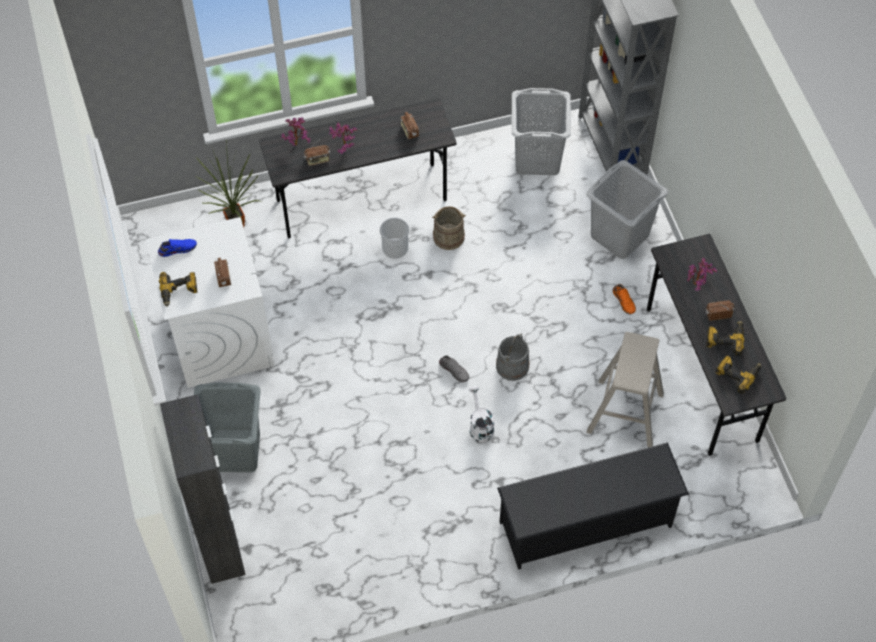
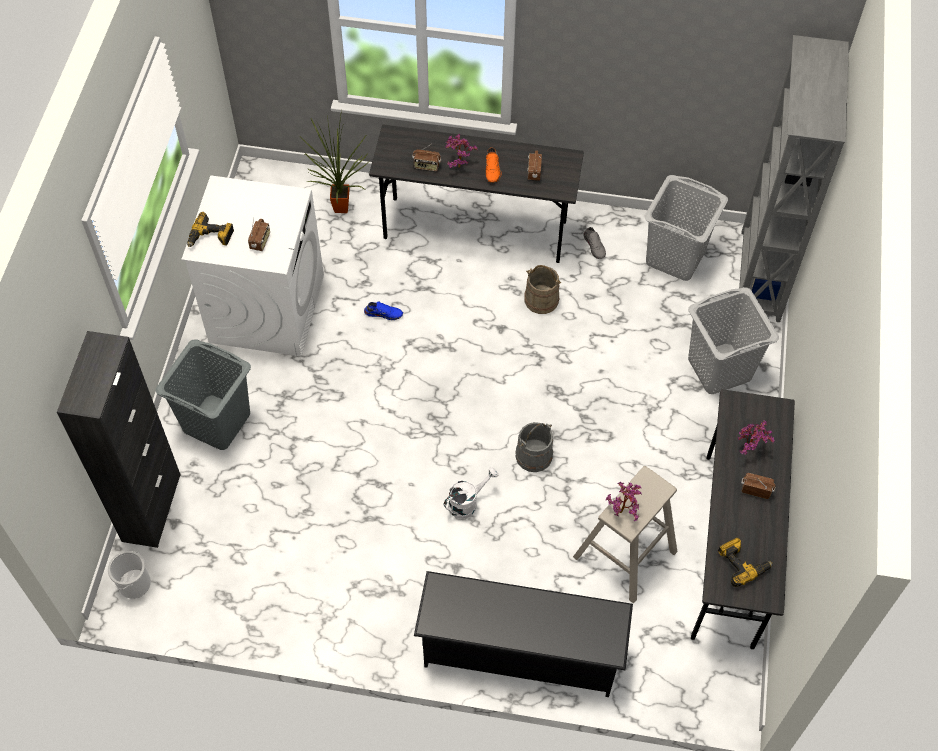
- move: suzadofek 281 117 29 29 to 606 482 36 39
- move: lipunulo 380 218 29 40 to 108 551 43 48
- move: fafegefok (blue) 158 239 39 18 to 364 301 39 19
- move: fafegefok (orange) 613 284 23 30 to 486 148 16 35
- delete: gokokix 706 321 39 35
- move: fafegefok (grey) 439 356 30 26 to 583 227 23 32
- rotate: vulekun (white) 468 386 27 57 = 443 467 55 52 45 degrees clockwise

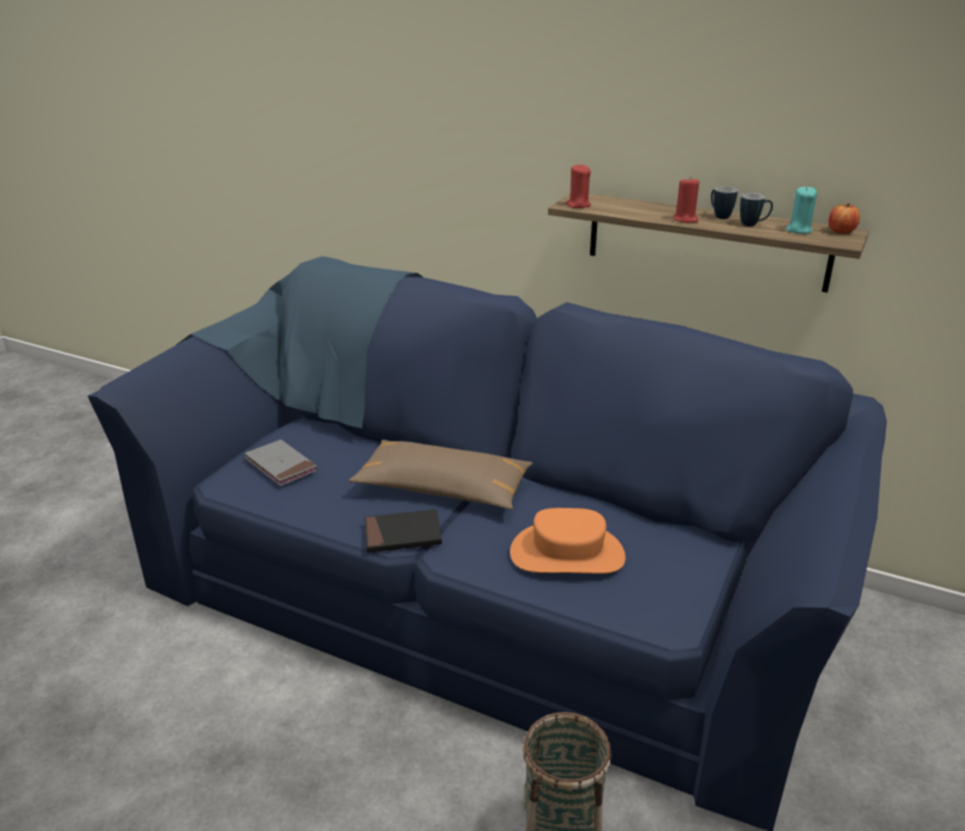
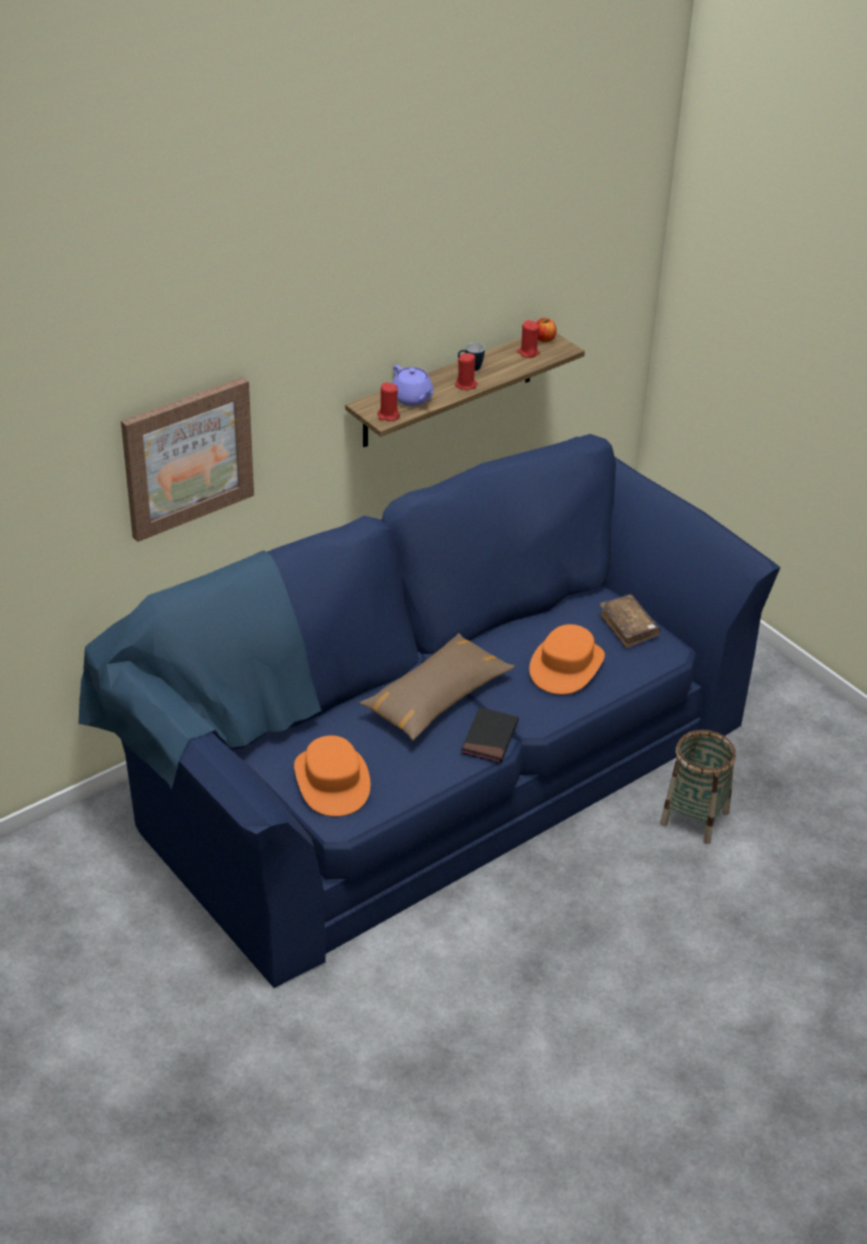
- recolor: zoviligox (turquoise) 786 186 31 48 to zoviligox (red) 517 320 23 38
- delete: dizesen 740 193 33 33
- replace: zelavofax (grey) 245 440 73 46 to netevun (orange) 294 735 76 82
- insert: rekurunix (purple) 392 365 41 41
- insert: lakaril 121 377 133 165
- insert: zelavofax (brown) 599 594 61 55

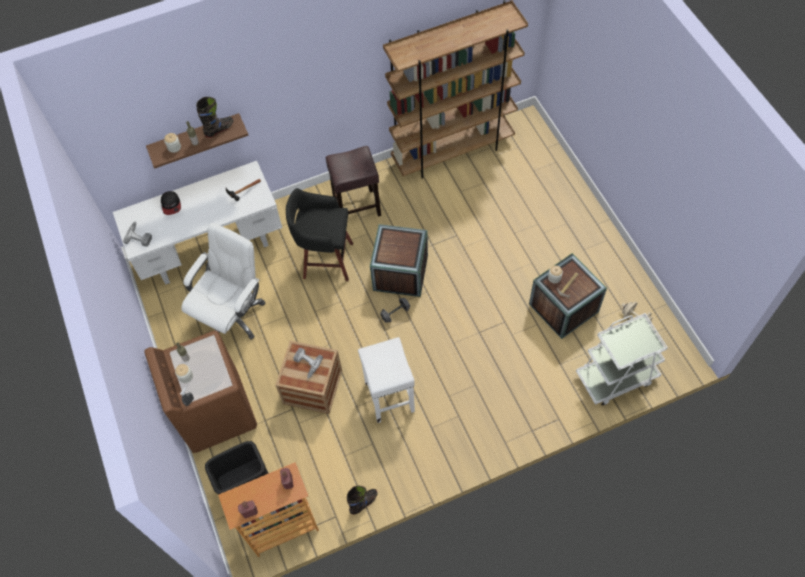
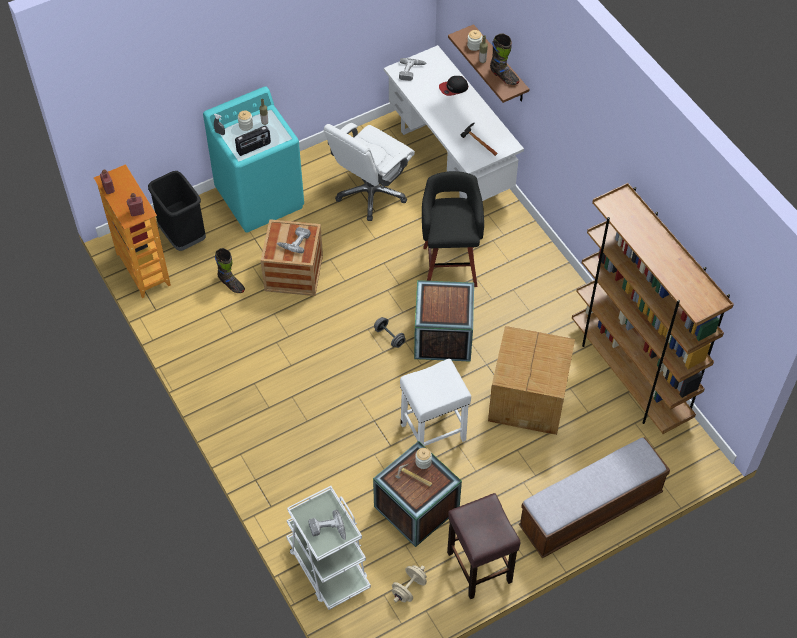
- move: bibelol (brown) 326 146 55 70 to 447 493 74 106
- rotate: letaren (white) 181 223 84 116 = 324 123 91 98 105 degrees clockwise
- recolor: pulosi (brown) 145 330 112 123 to pulosi (turquoise) 203 87 101 146
- move: bibelol (white) 358 337 57 86 to 400 359 71 87
- move: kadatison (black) 347 486 31 29 to 215 248 30 45
- insert: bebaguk 235 125 36 31
- insert: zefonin 488 326 87 109
- insert: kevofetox 519 437 151 121
- insert: gokokix 308 510 38 30

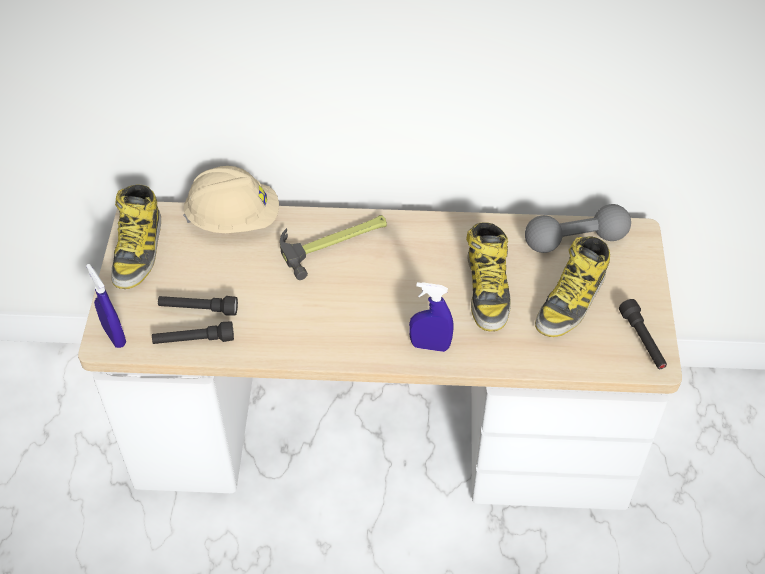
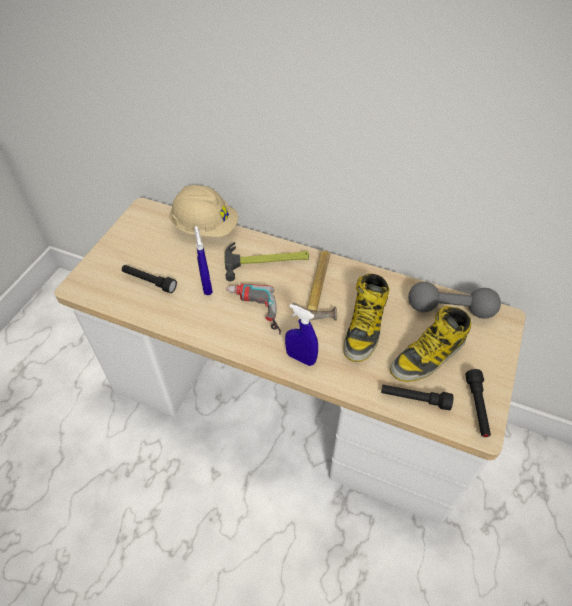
- delete: kadatison 111 185 50 104
- move: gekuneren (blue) 86 264 40 84 to 195 226 18 69
- move: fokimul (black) 152 321 82 23 to 381 385 72 25
- insert: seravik 293 251 44 70
- insert: gokokix 226 284 55 51

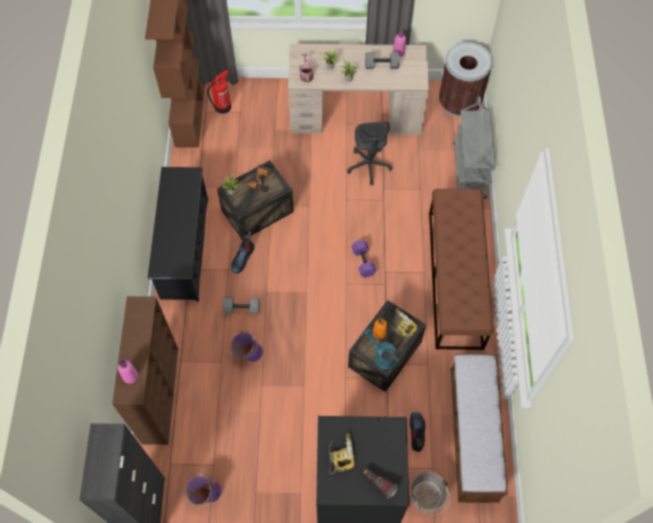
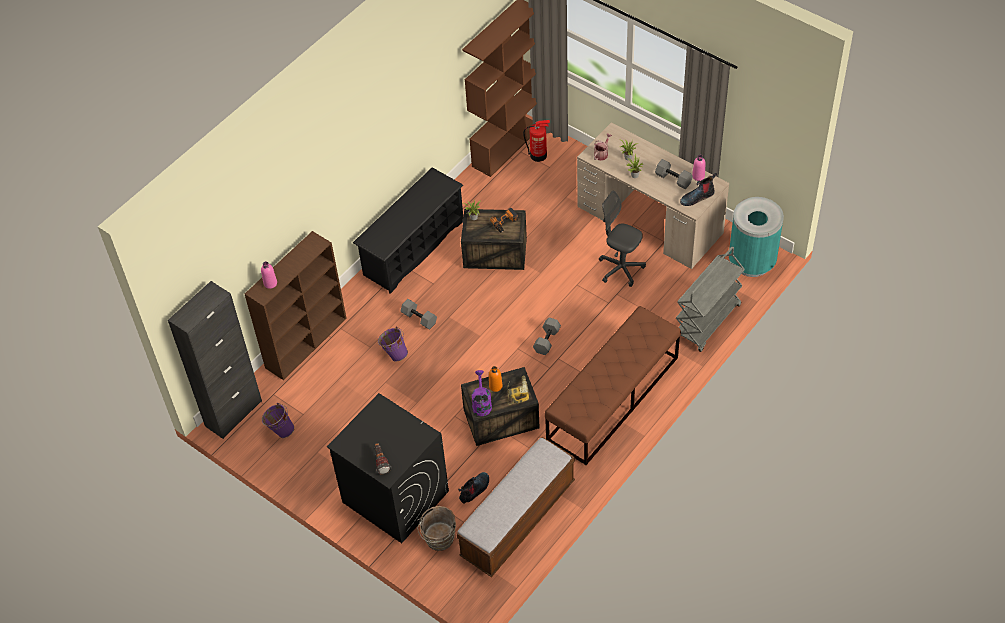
- recolor: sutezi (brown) 439 42 54 75 to sutezi (turquoise) 729 197 55 80
- rotate: letaren (grey) 347 121 46 64 = 599 191 47 96 90 degrees clockwise
- move: kadatison 231 231 23 43 to 680 173 37 33
- recolor: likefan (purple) 351 240 26 38 to likefan (grey) 533 318 28 37
- recolor: vulekun (turquoise) 364 328 35 42 to vulekun (purple) 472 370 20 46
- delete: gokokix 329 433 26 41

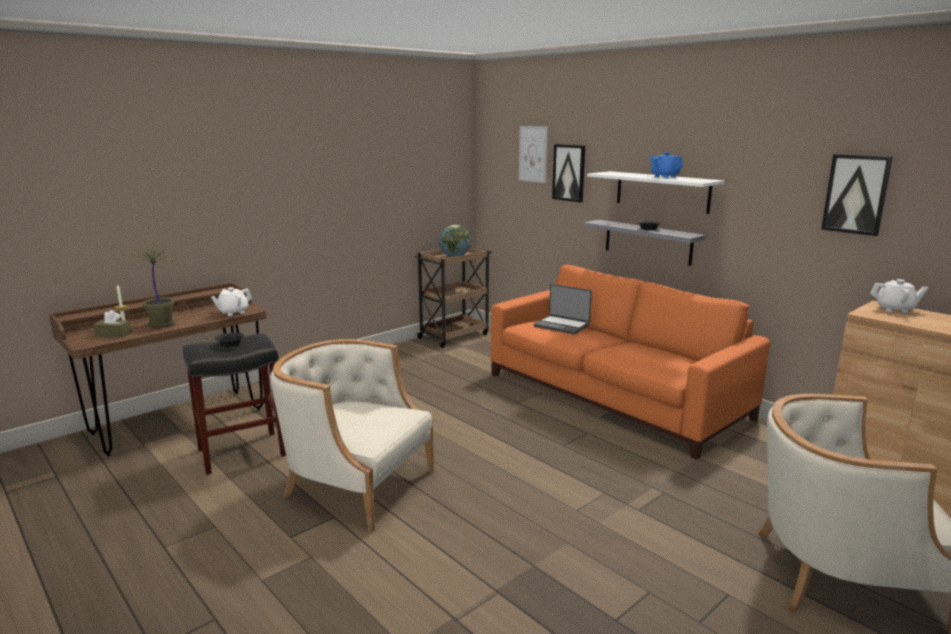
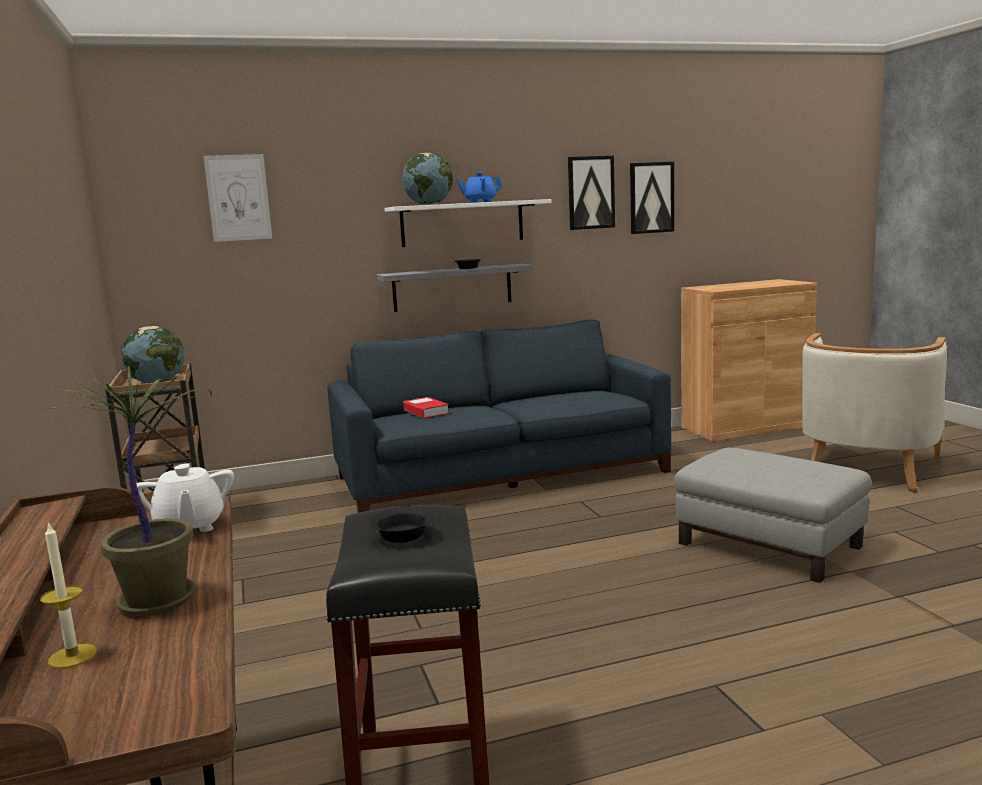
- move: lakaril 552 144 33 58 to 568 156 47 74
- recolor: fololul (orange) 491 265 279 195 to fololul (blue) 327 319 344 194
- delete: rekurunix (white) 870 279 58 34
- replace: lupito 534 284 58 51 to zelavofax 403 397 46 22
- delete: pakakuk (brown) 93 310 39 28
- delete: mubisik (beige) 270 339 164 193
- insert: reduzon 402 153 51 52
- insert: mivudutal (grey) 674 448 197 135

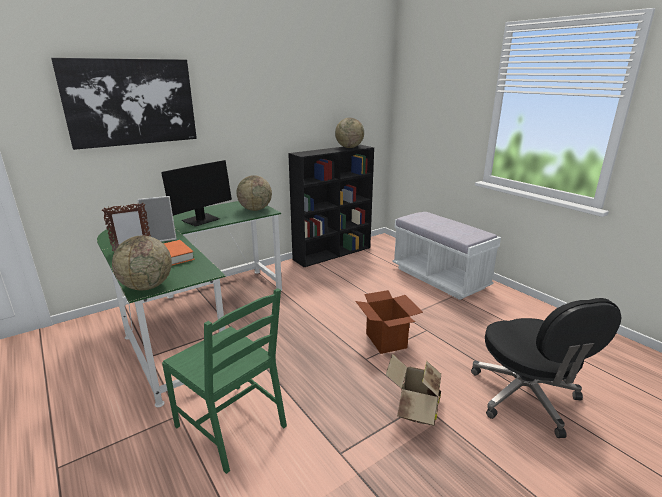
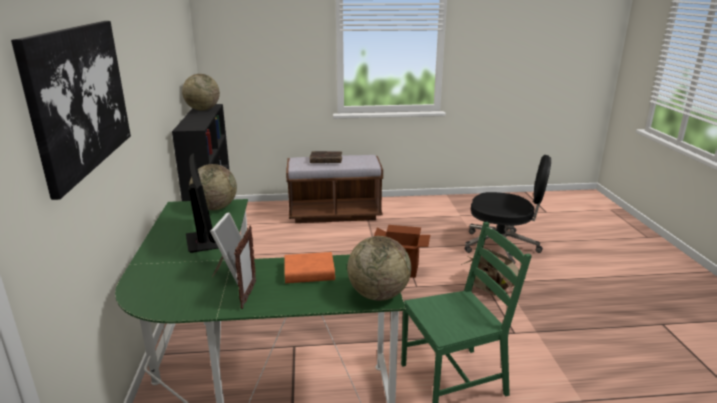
- recolor: kevofetox (white) 392 212 109 88 to kevofetox (brown) 286 155 97 68
- insert: zelavofax (brown) 310 151 32 12

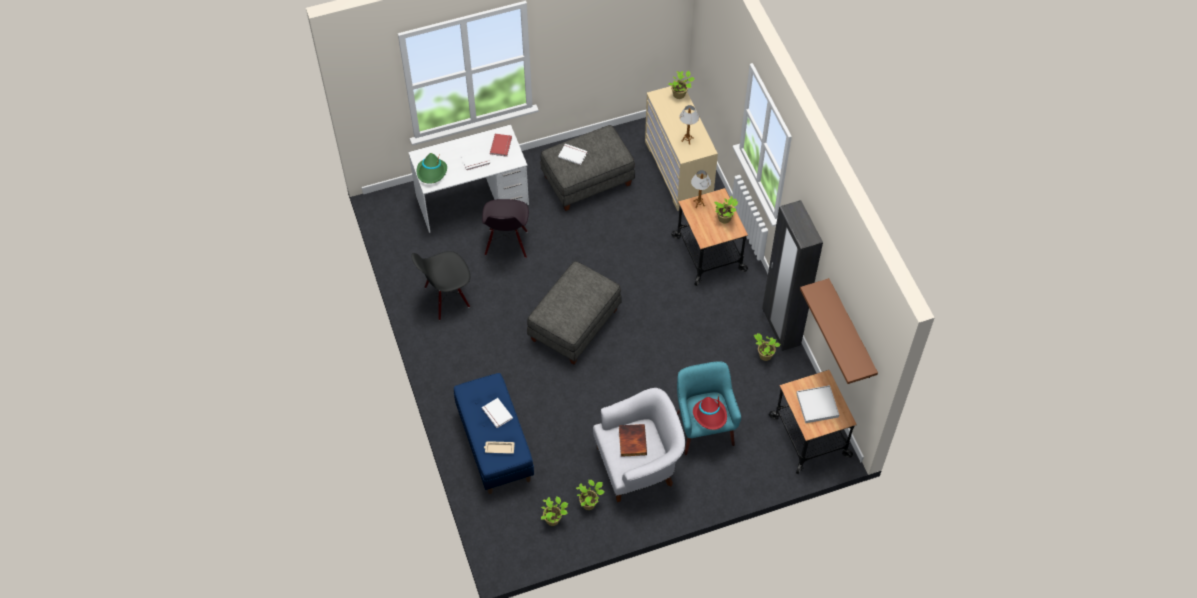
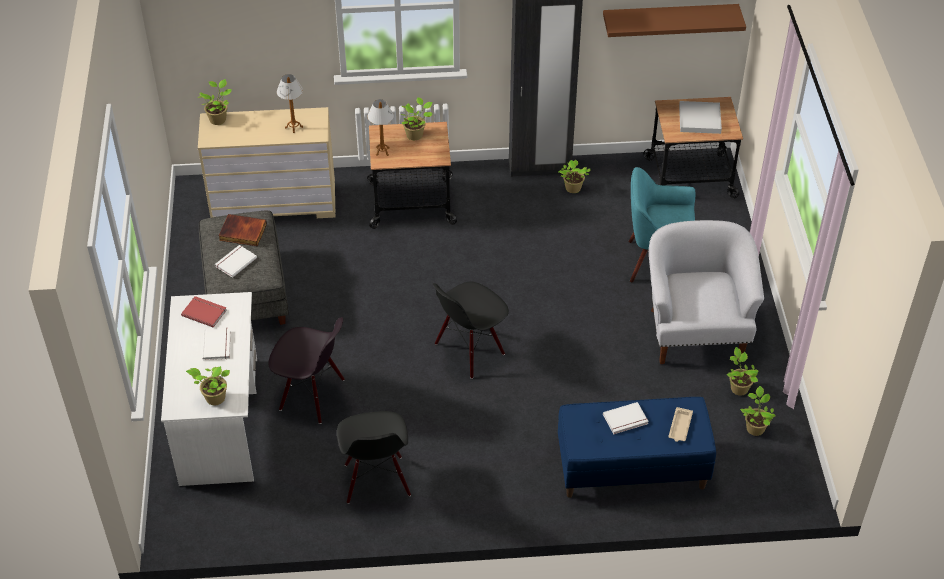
- replace: netevun (green) 417 153 30 31 to suzadofek 186 366 44 39
- replace: mivudutal (grey) 527 261 95 104 to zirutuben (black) 433 281 76 98
- delete: netevun (red) 693 395 34 35
- move: zelavofax 619 424 28 33 to 219 214 48 32

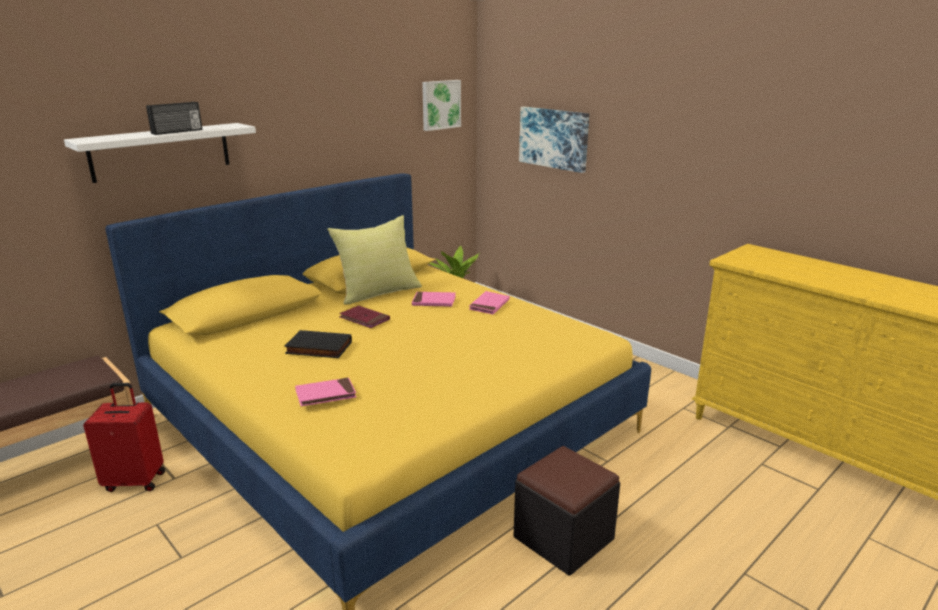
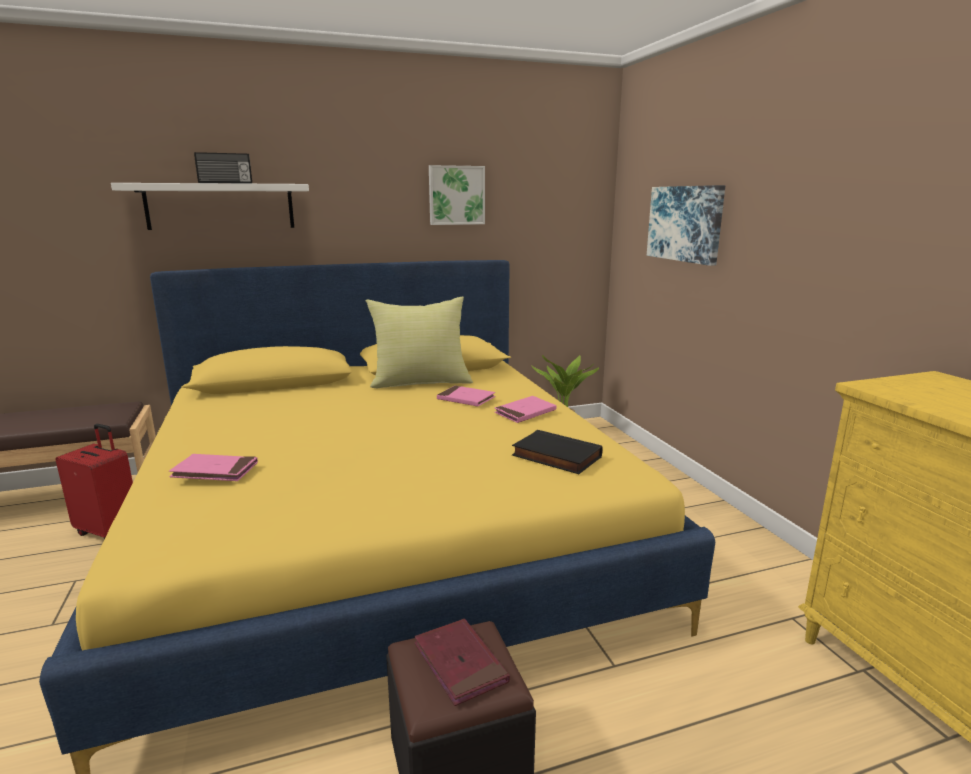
- move: lakaril 422 80 39 51 to 429 165 56 60
- move: zelavofax (red) 339 306 51 22 to 414 619 96 87
- move: zelavofax (black) 284 330 68 28 to 512 430 91 44

